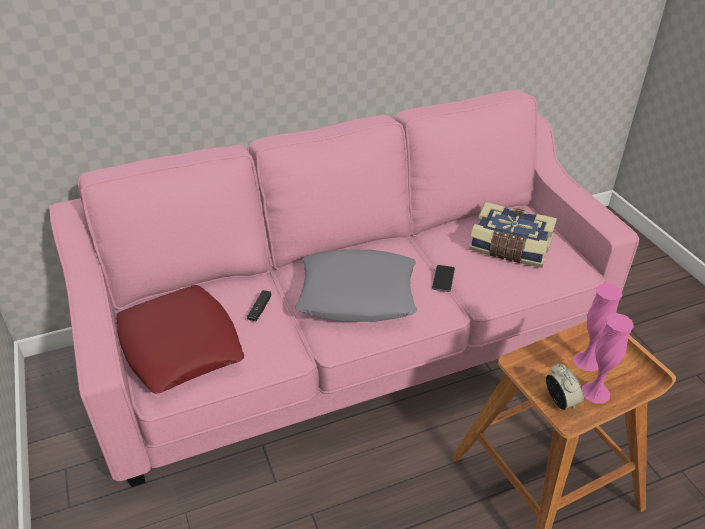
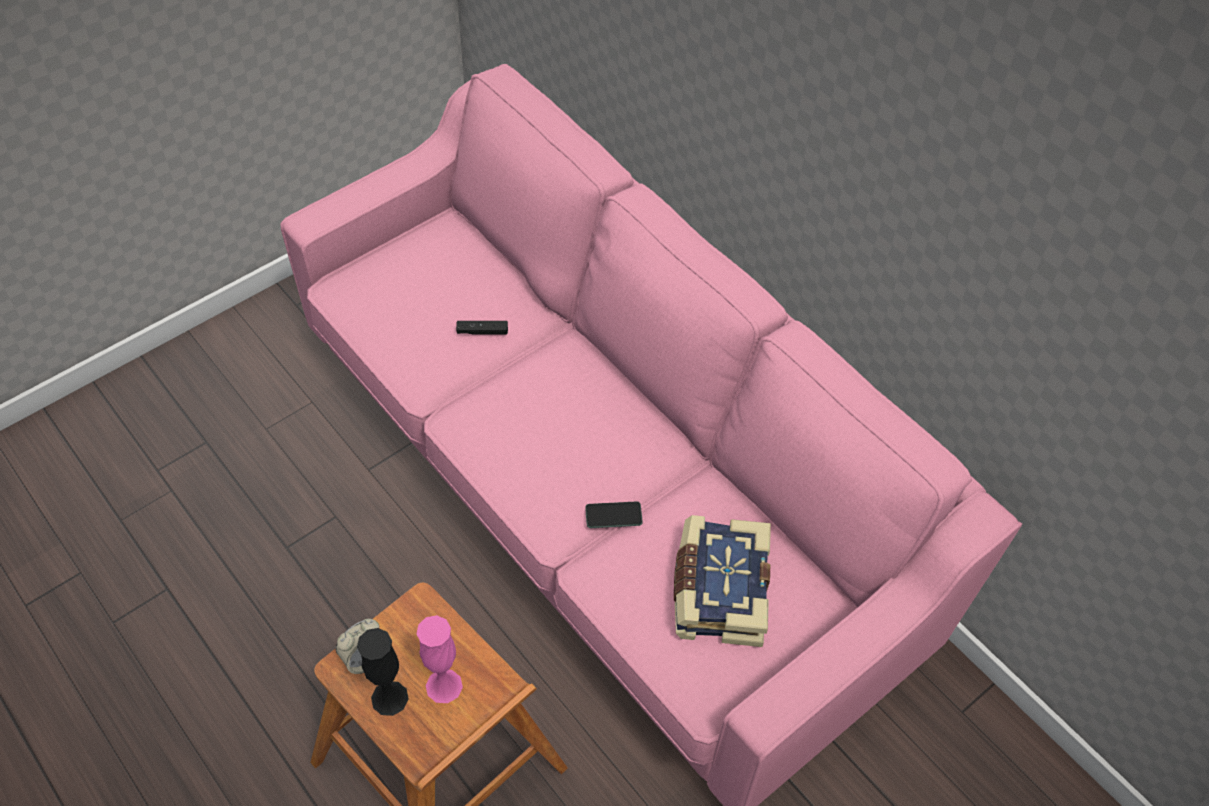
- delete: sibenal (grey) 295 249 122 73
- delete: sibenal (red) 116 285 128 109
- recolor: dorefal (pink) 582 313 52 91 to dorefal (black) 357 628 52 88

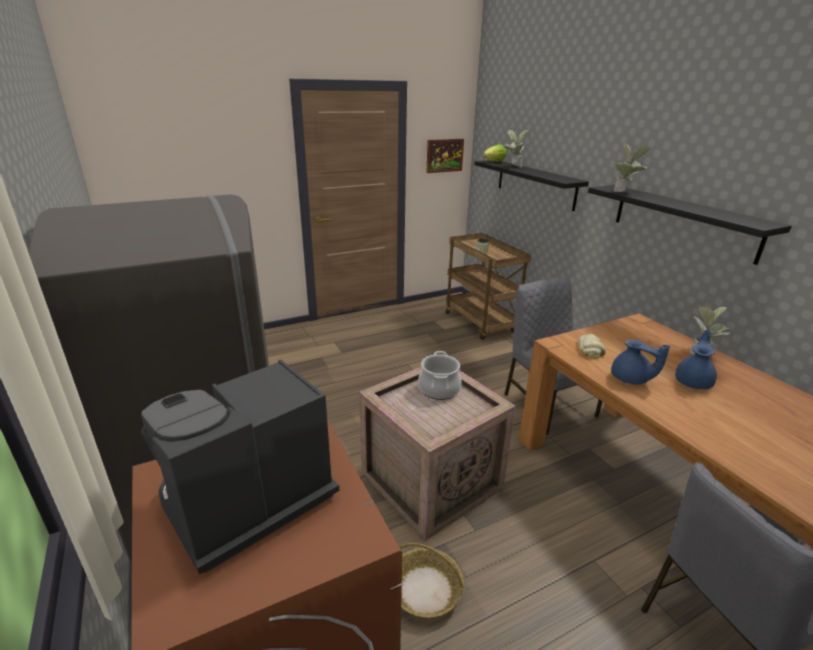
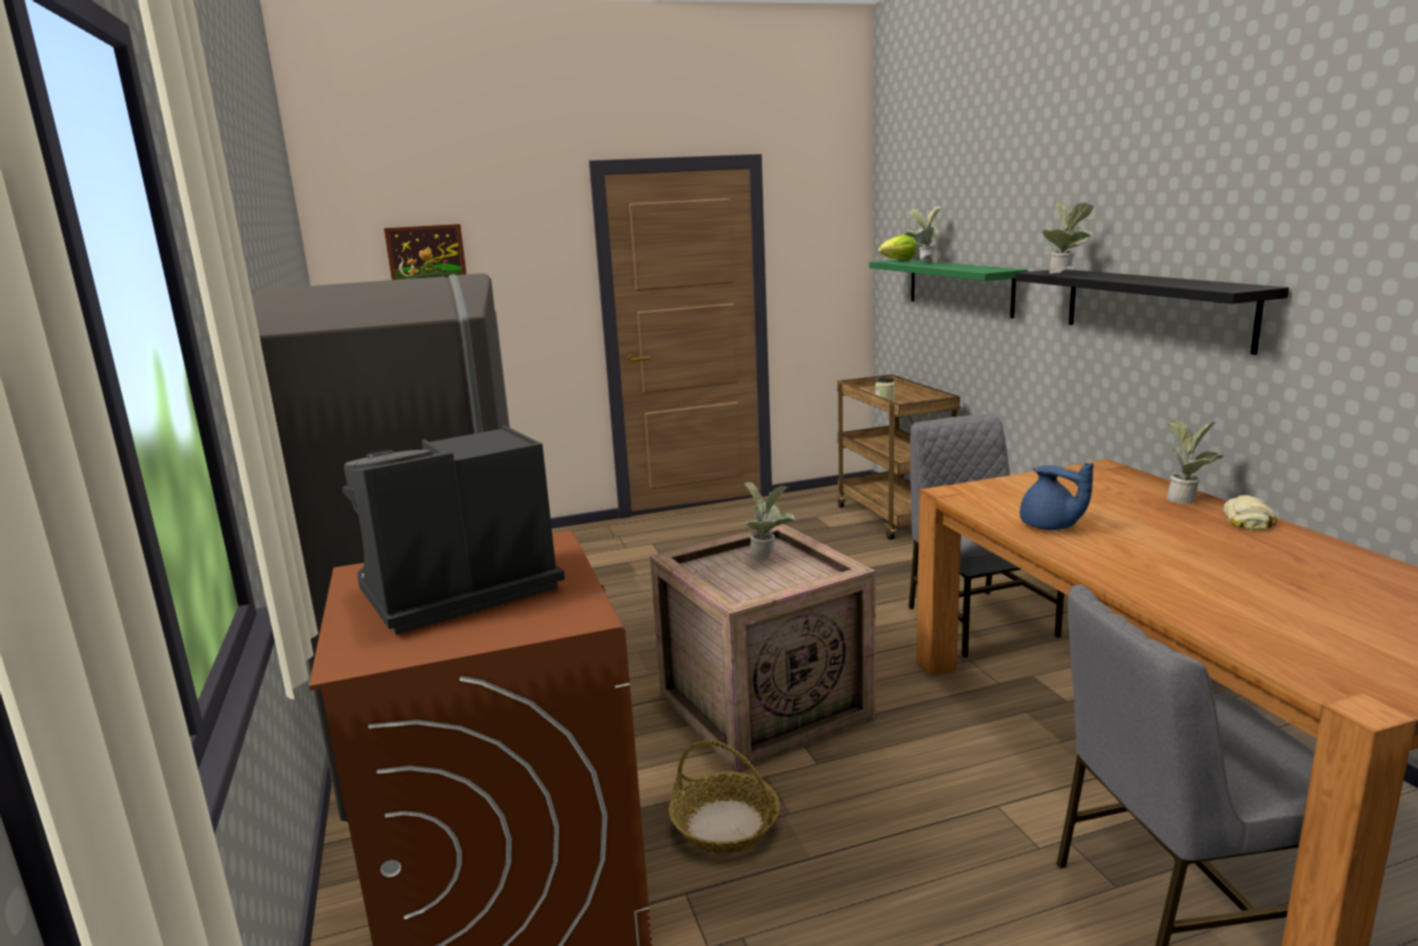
- move: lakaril 426 139 38 34 to 384 224 83 56
- recolor: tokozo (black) 475 160 114 51 to tokozo (green) 869 259 159 59
- delete: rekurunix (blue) 675 330 42 59
- move: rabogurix 578 334 28 24 to 1224 495 53 35
- replace: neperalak 418 351 43 49 to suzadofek 744 482 51 79

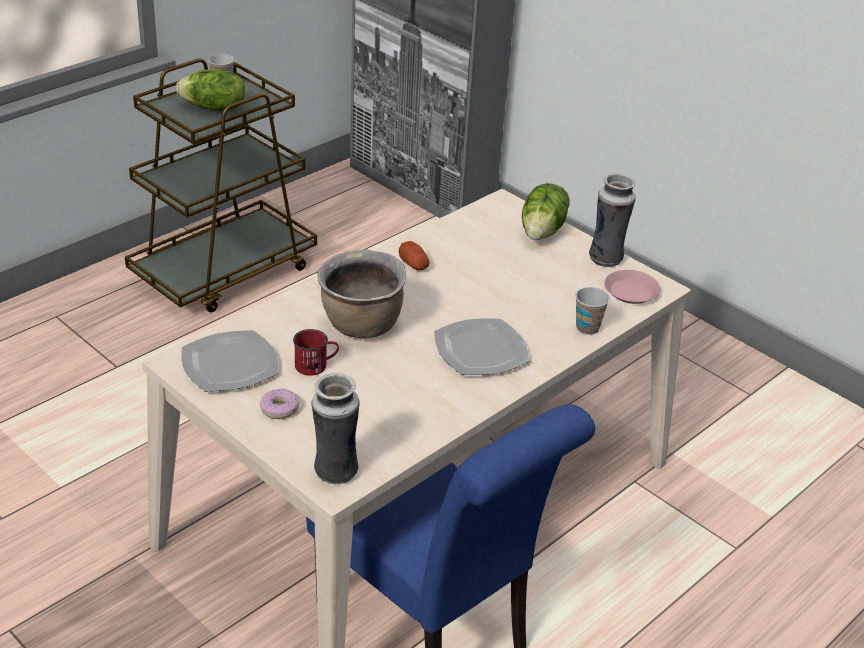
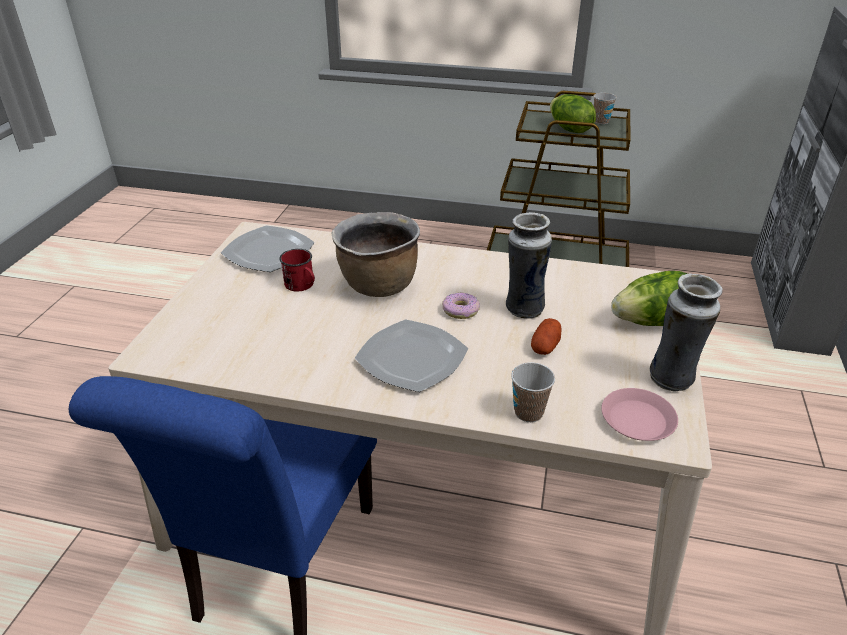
- move: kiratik 399 241 30 29 to 531 318 31 37
- move: dorefal 311 373 49 111 to 506 212 46 107
- move: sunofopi 260 388 40 31 to 442 293 38 26

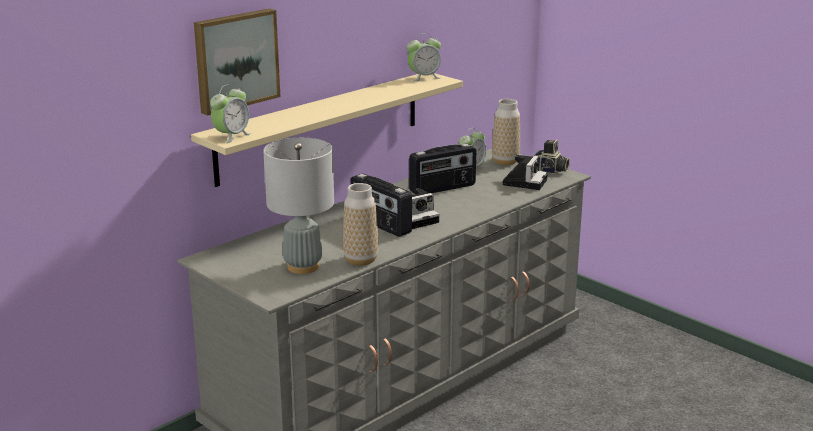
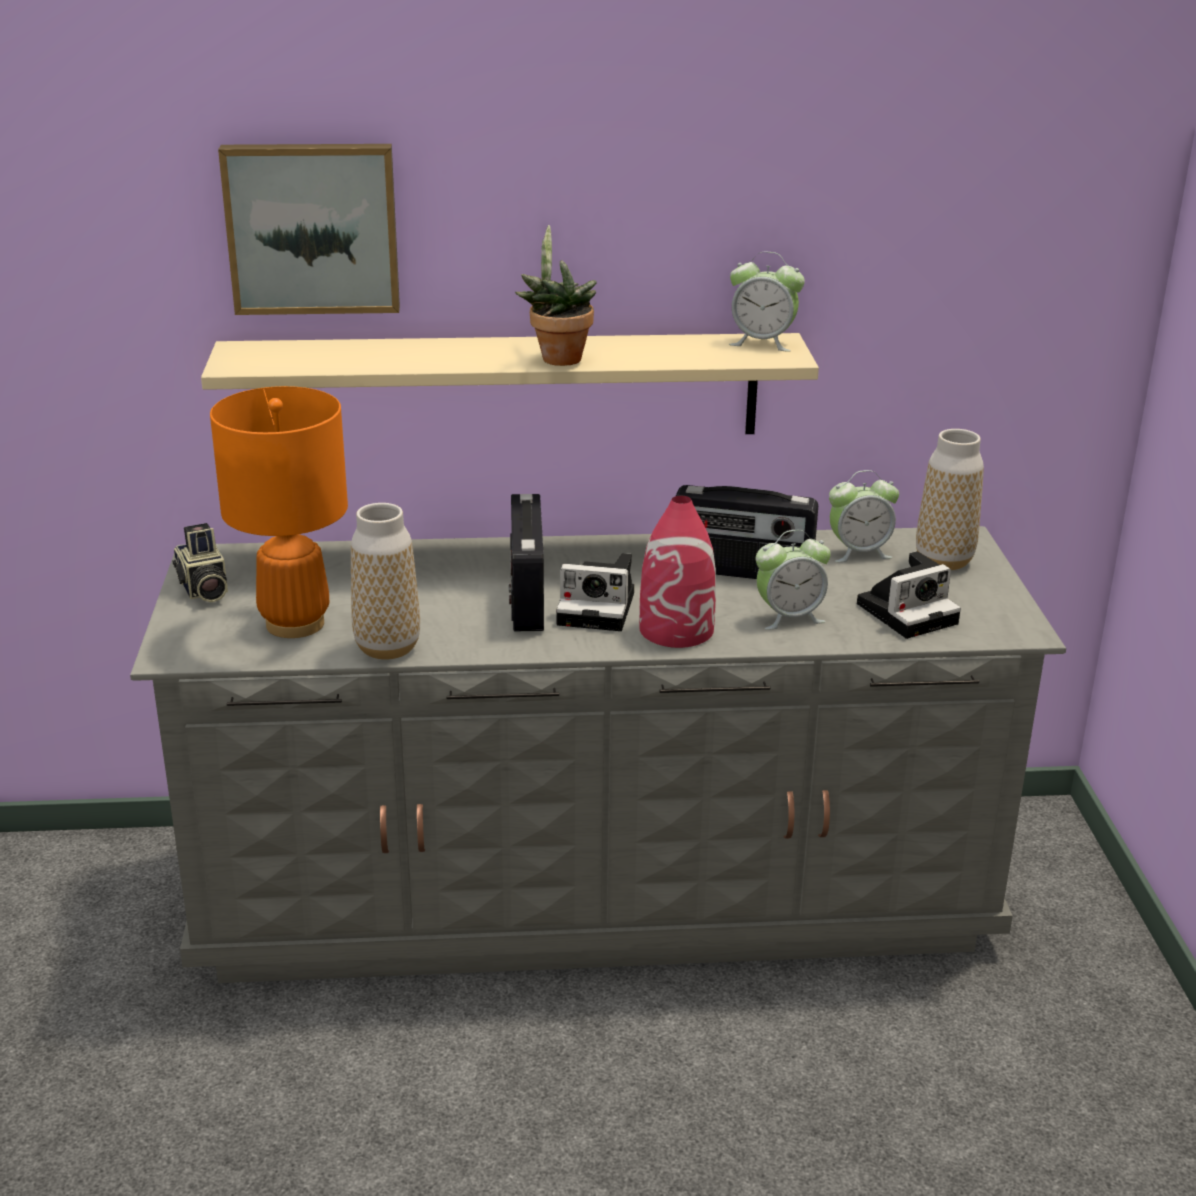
- move: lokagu 210 84 41 59 to 756 530 75 100
- recolor: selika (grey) 263 138 71 136 to selika (orange) 210 386 138 252
- move: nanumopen 534 140 36 34 to 172 523 56 79
- insert: suzadofek 515 225 82 141
- insert: dorefal (red) 639 496 77 152

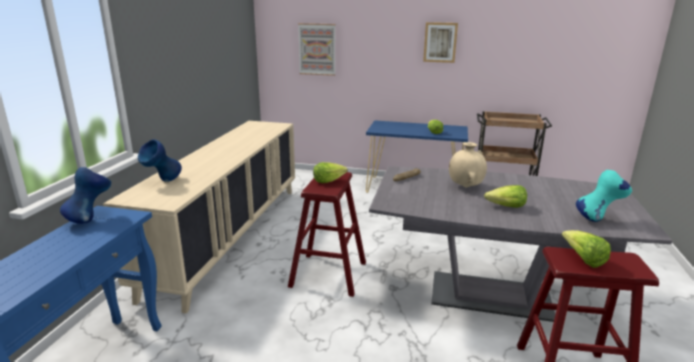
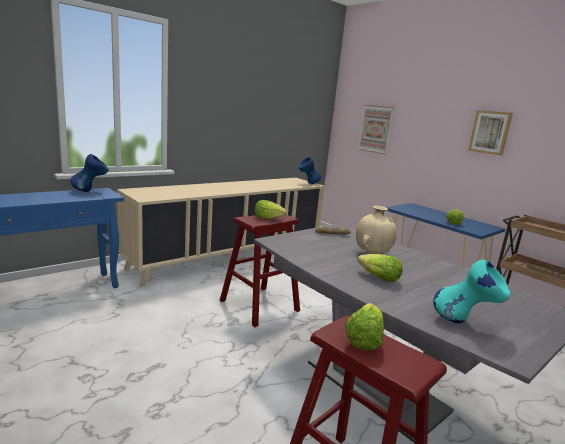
- move: dorefal (blue) 138 139 44 43 to 298 157 23 27

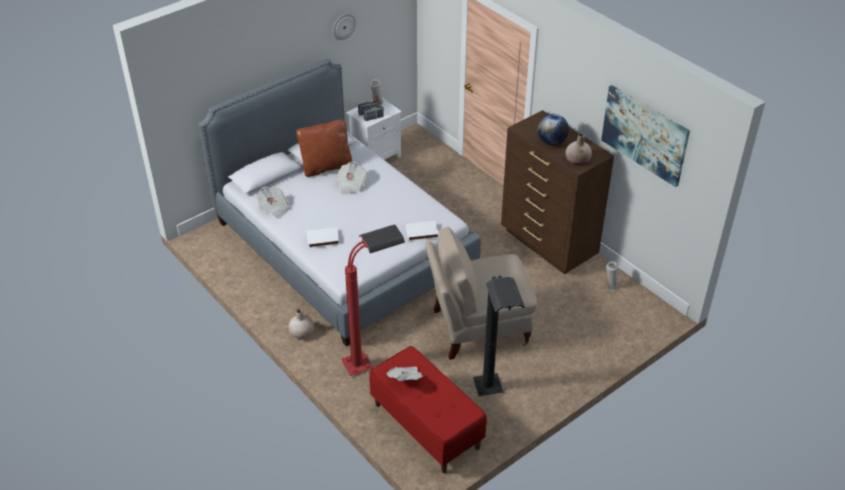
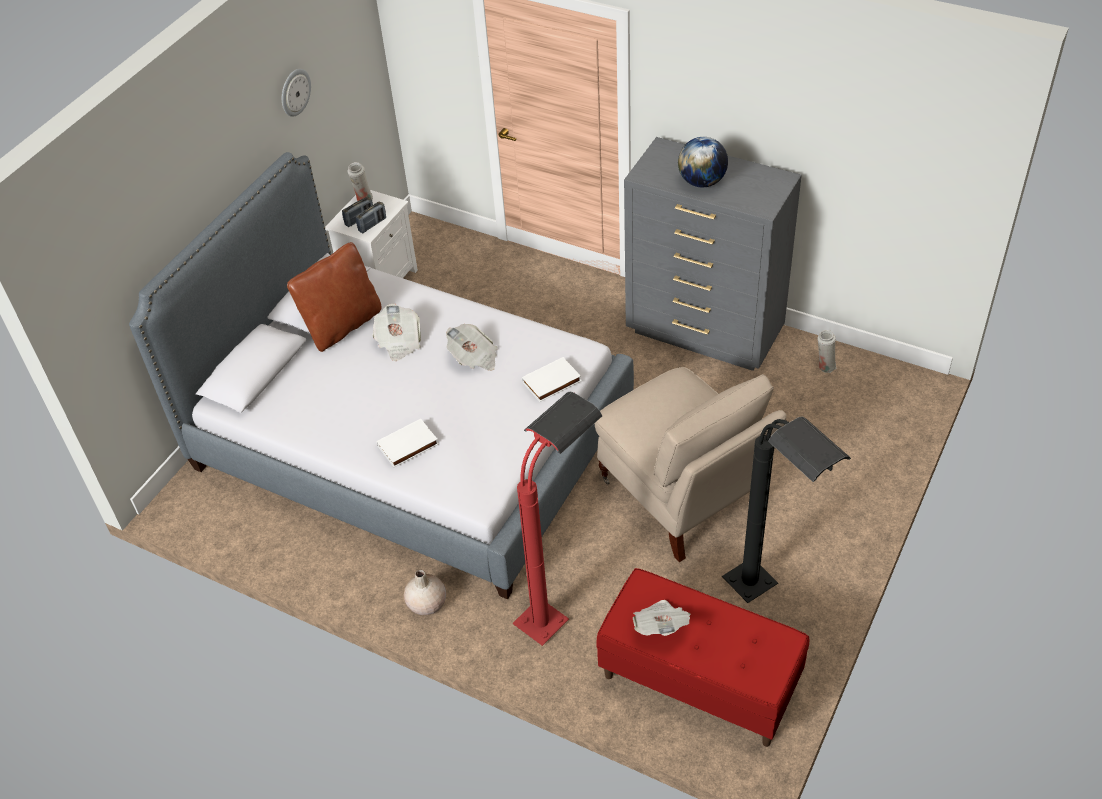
- delete: lakaril 601 85 89 102
- recolor: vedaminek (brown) 501 110 113 164 to vedaminek (grey) 624 137 178 234
- delete: dorefal (beige) 566 134 26 31
- move: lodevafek 257 187 33 32 to 446 324 52 47
- rotate: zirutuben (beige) 425 226 112 134 = 595 367 191 195 90 degrees counterclockwise

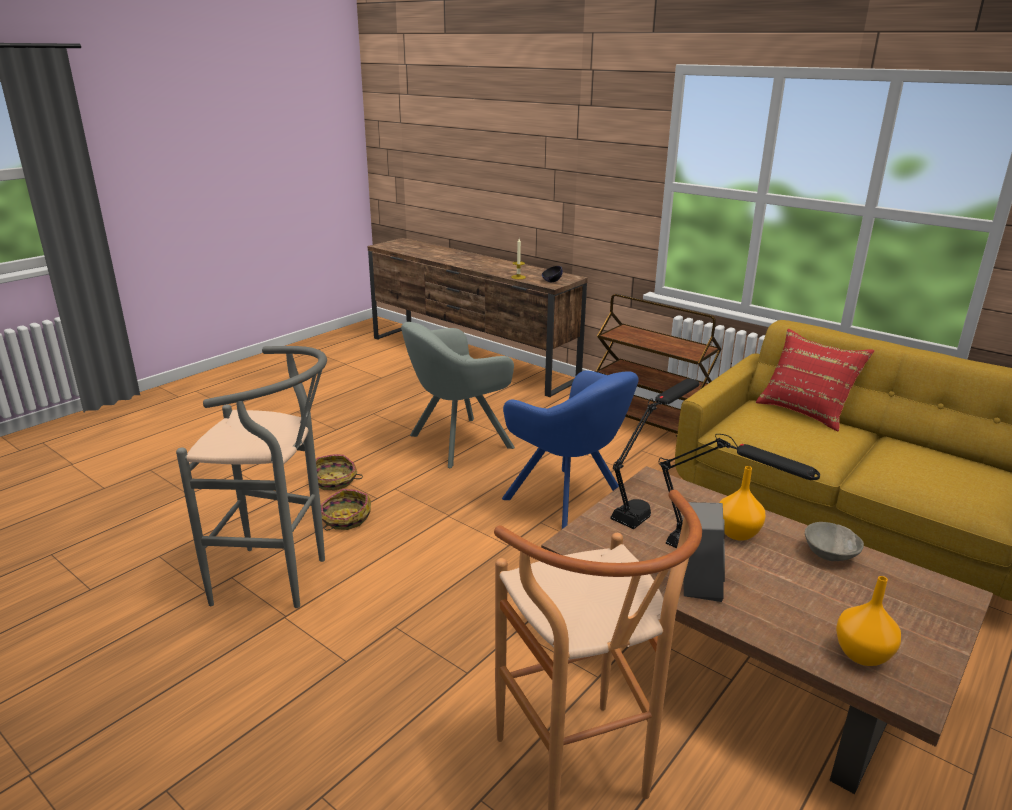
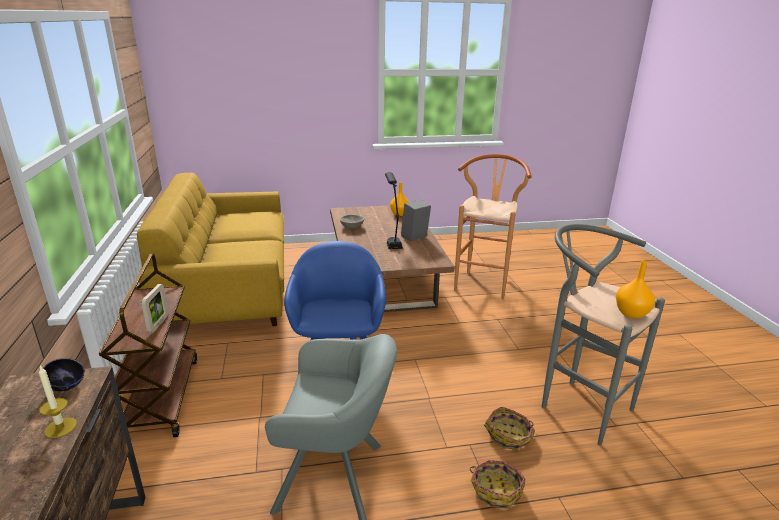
- delete: sibenal (red) 756 329 118 102
- delete: selika (black) 610 378 89 151
- move: dorefal (orange) 719 466 47 75 to 616 261 39 58
- insert: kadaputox 141 284 28 49

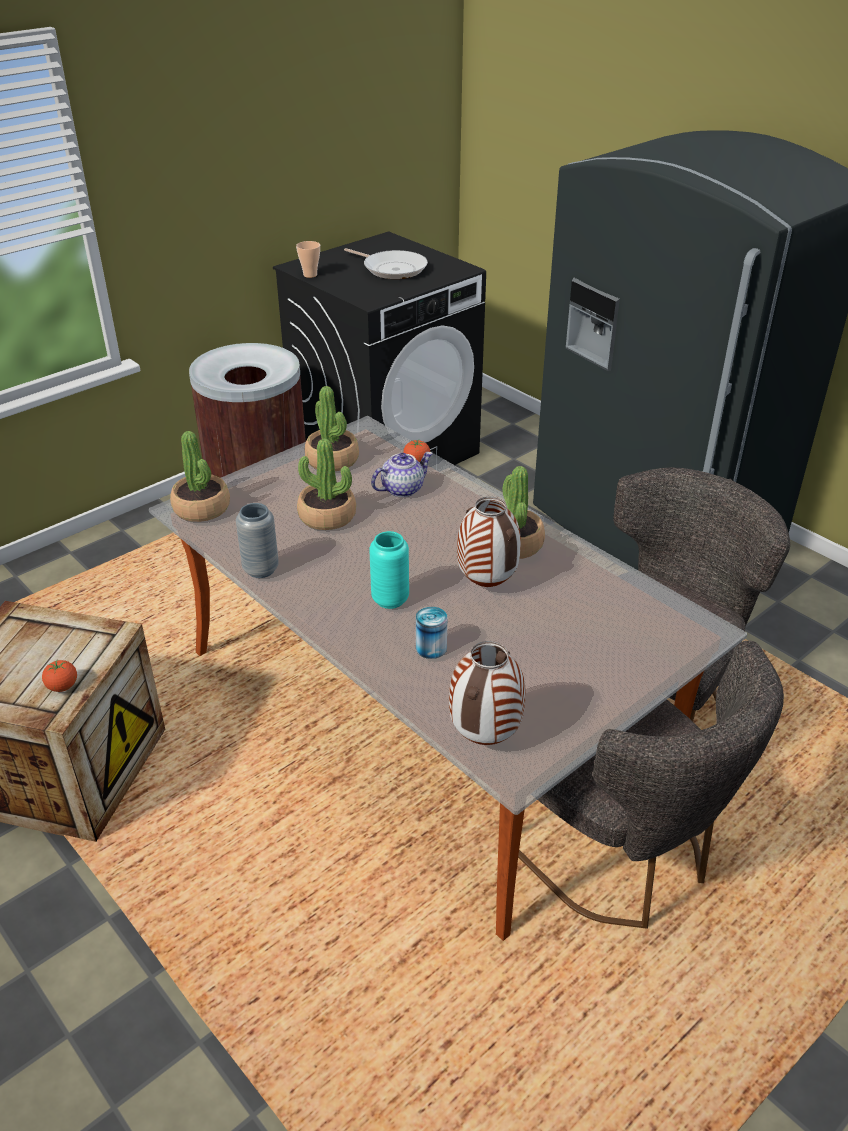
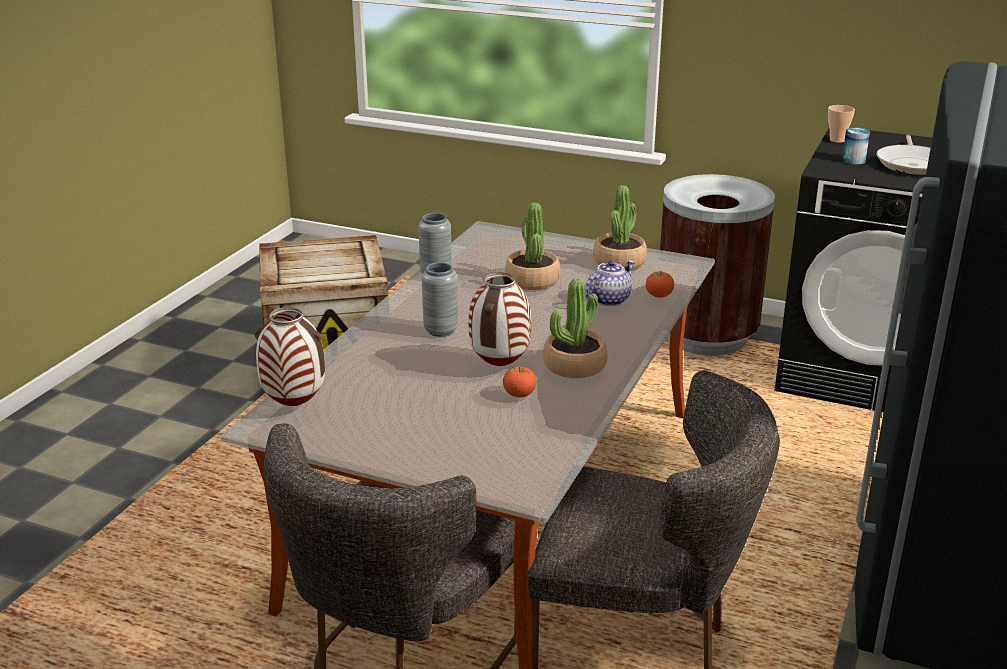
- delete: suzadofek 170 431 60 91
- rotate: rekurunix 371 452 62 45 = 585 260 50 46 75 degrees counterclockwise
- recolor: dorefal (turquoise) 369 531 40 78 to dorefal (grey) 422 262 36 75
- move: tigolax 416 607 31 52 to 842 128 28 36
- move: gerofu 42 660 35 32 to 503 366 33 31

